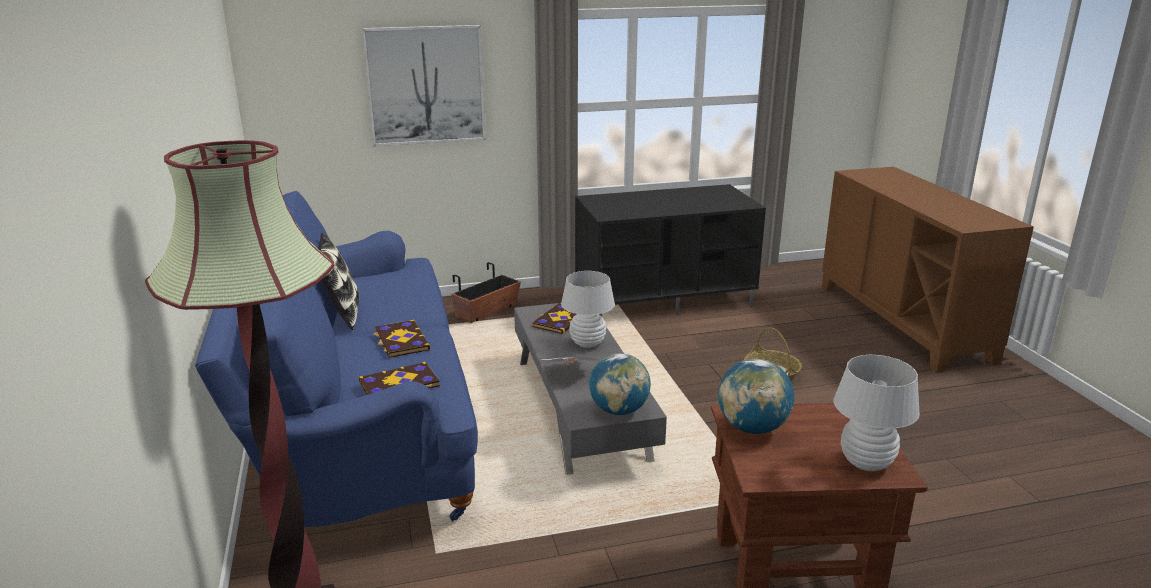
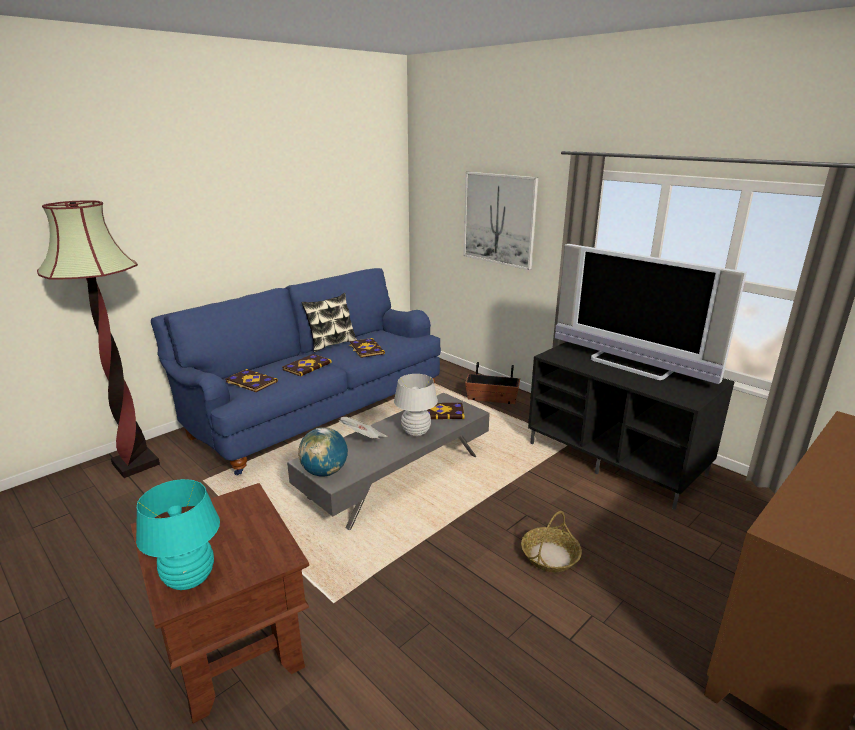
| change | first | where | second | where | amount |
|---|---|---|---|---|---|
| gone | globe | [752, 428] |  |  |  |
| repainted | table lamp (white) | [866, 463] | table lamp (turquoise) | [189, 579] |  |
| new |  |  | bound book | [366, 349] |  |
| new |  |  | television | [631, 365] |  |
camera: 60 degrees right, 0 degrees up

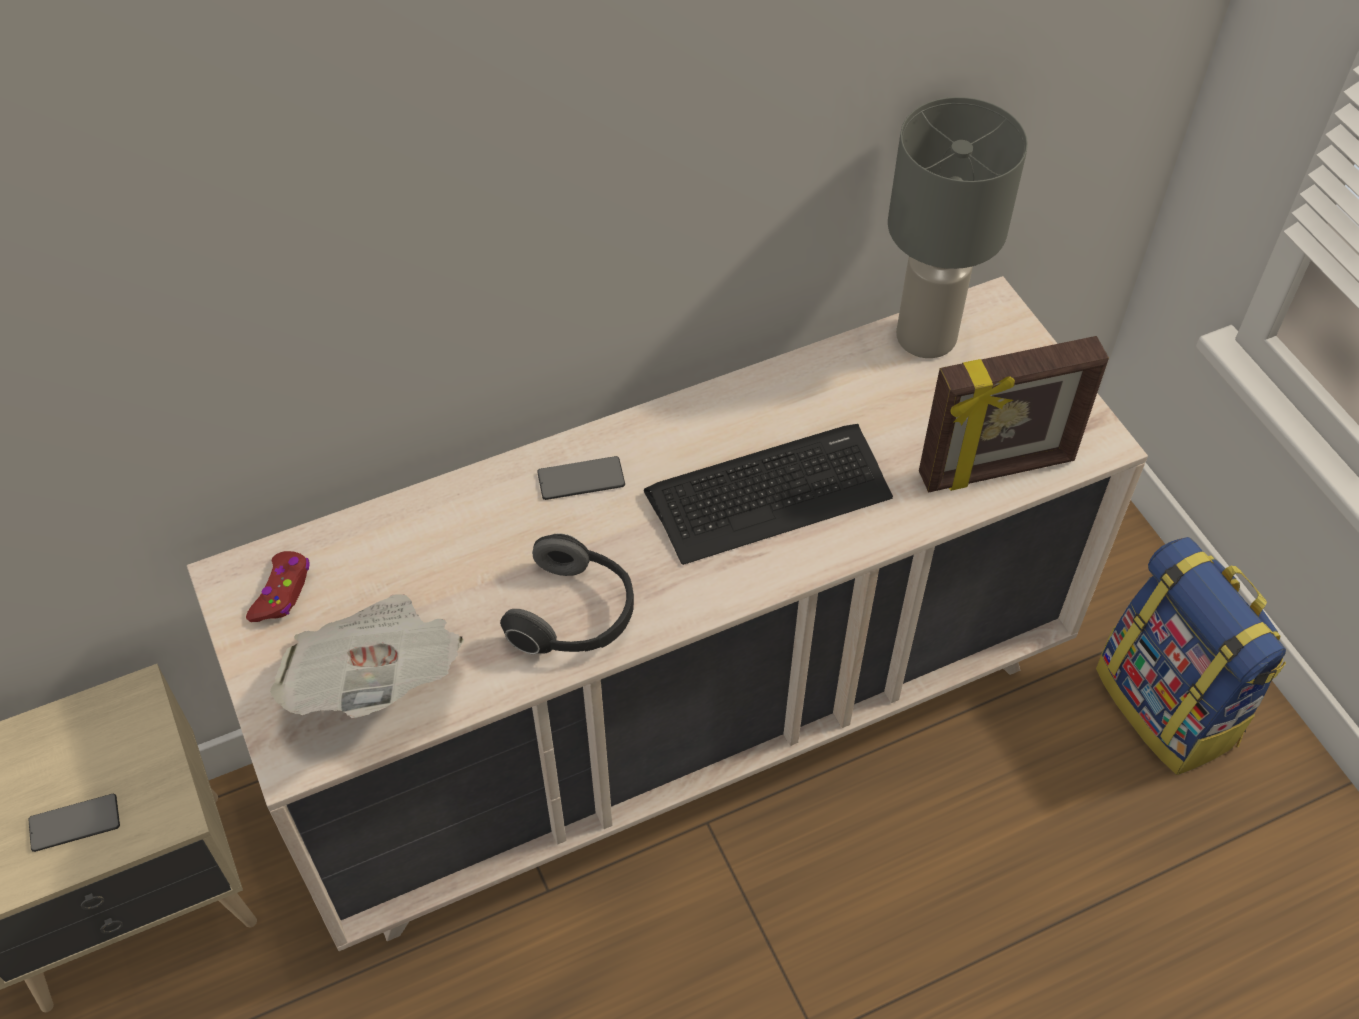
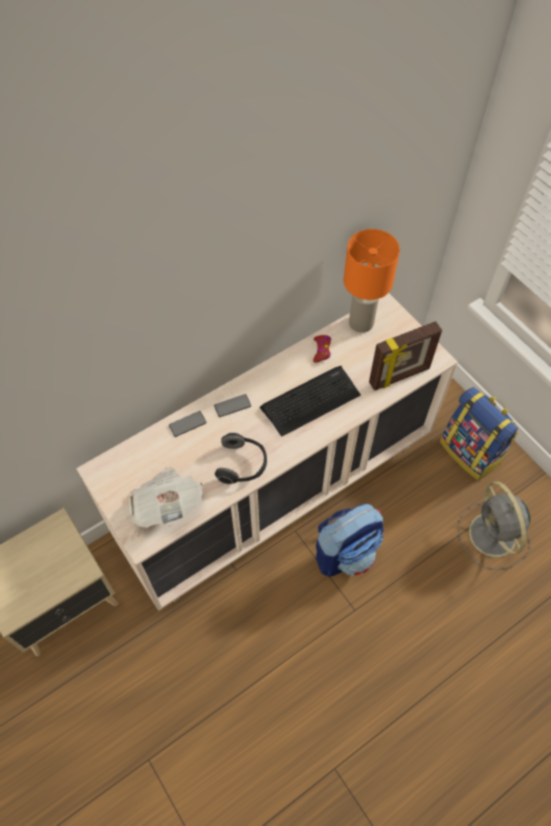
| change | first | where | second | where | amount |
|---|---|---|---|---|---|
| shifted | telephone | [75, 823] |  | [187, 424] |  |
| shifted | joypad (reddish) | [282, 592] |  | [321, 350] |  |
| repainted | table lamp (grey) | [924, 337] | table lamp (orangey) | [360, 323] |  |
| new |  |  | knapsack | [346, 552] |  |
| new |  |  | electric fan (grey) | [493, 537] |  |
camera: 10 degrees left, 5 degrees up

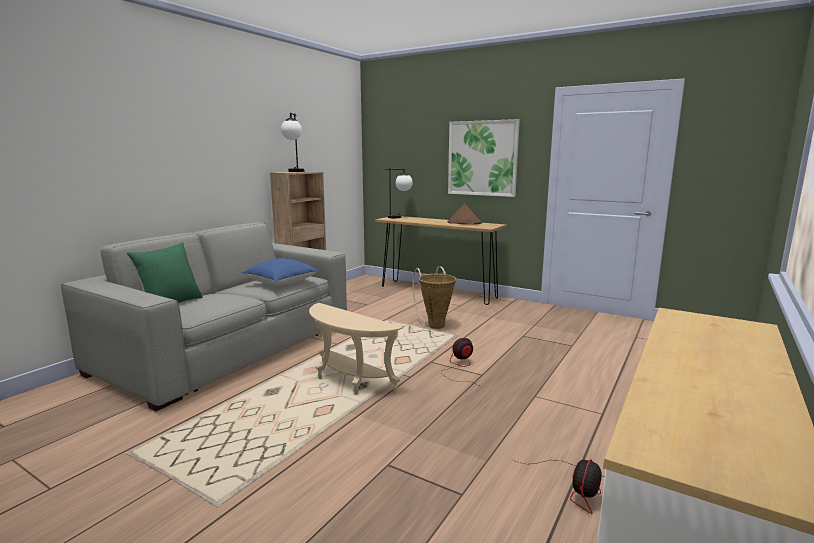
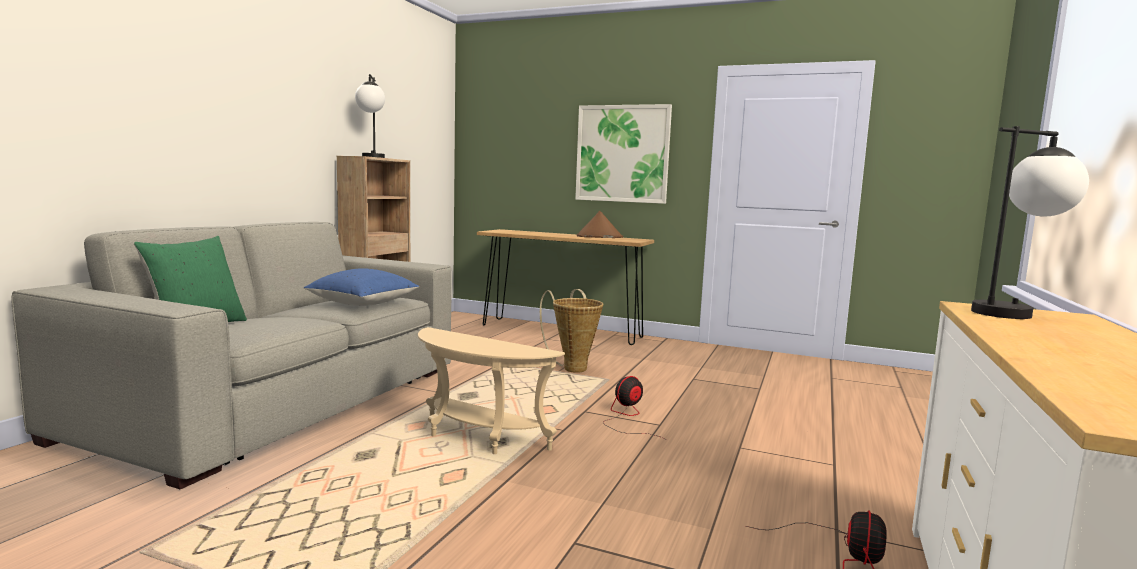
| change | first | where | second | where | amount |
|---|---|---|---|---|---|
| shifted | table lamp | [400, 217] |  | [1016, 313] |  |
camera: 10 degrees left, 5 degrees down

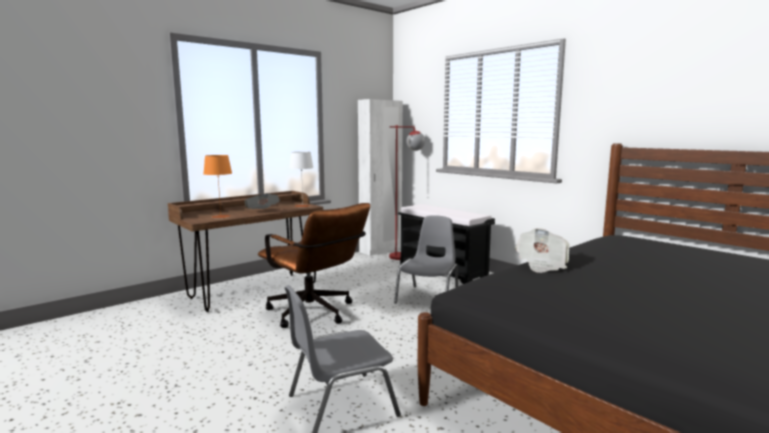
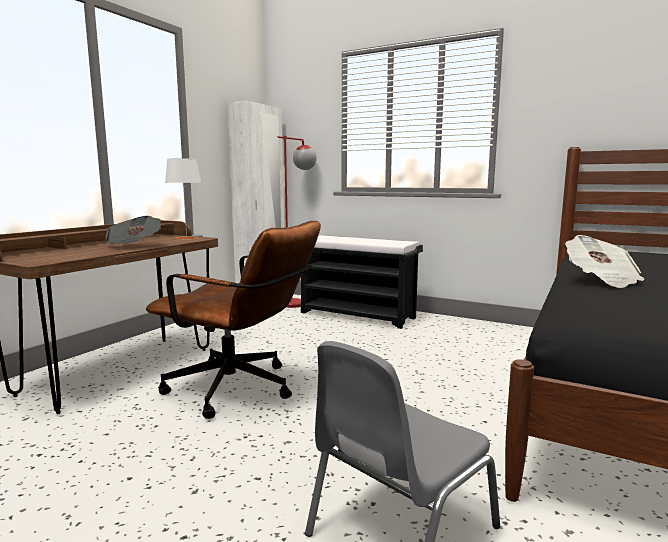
| change | first | where | second | where | amount |
|---|---|---|---|---|---|
| gone | table lamp (orangey) | [220, 216] |  |  |  |
| gone | upright chair (grey) | [428, 297] |  |  |  |
camera: 20 degrees left, 0 degrees up

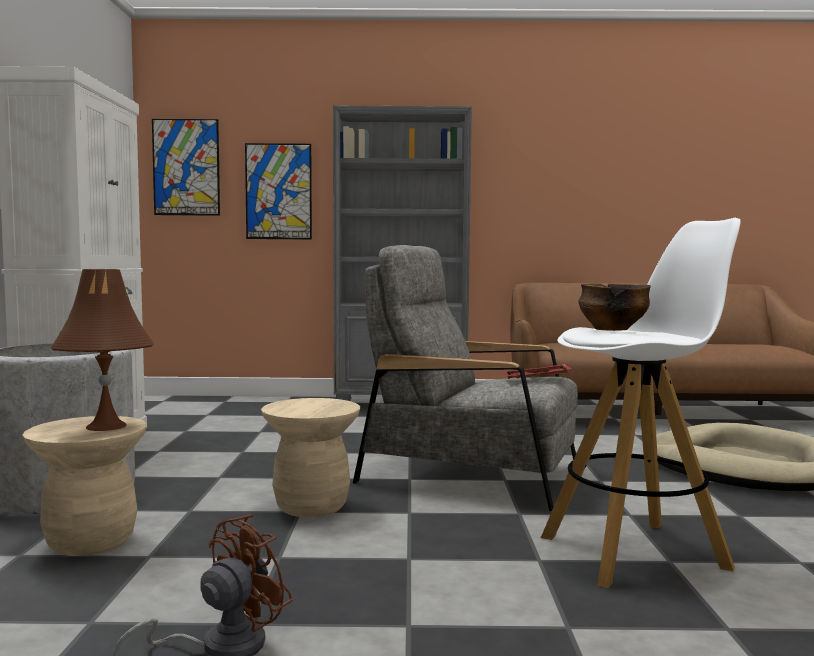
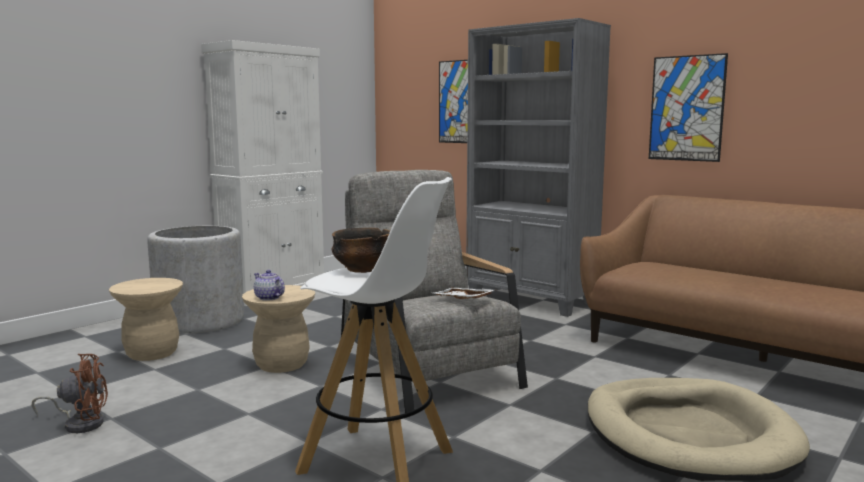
| change | first | where | second | where | amount |
|---|---|---|---|---|---|
| gone | table lamp (brown-coloured) | [106, 426] |  |  |  |
| shifted | picture | [186, 167] |  | [686, 108] |  |
| repainted | serving tray (reddish) | [536, 380] | serving tray (white) | [462, 300] |  |
| new |  |  | teapot | [269, 298] |  |
camera: 40 degrees right, 5 degrees up

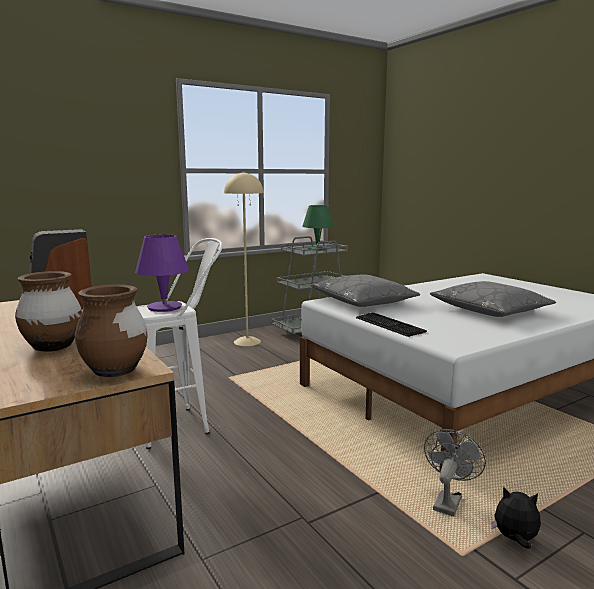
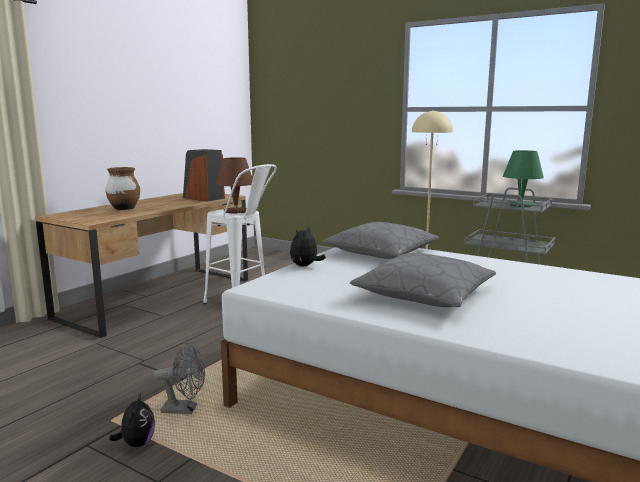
| change | first | where | second | where | amount |
|---|---|---|---|---|---|
| gone | flower vase (brown-coloured) | [115, 371] |  |  |  |
| repainted | table lamp (purple) | [164, 307] | table lamp (brown-coloured) | [236, 211] |  |
| swapped | PC keyboard | [391, 325] | cuddly toy | [305, 266] |  |
camera: 65 degrees right, 0 degrees up

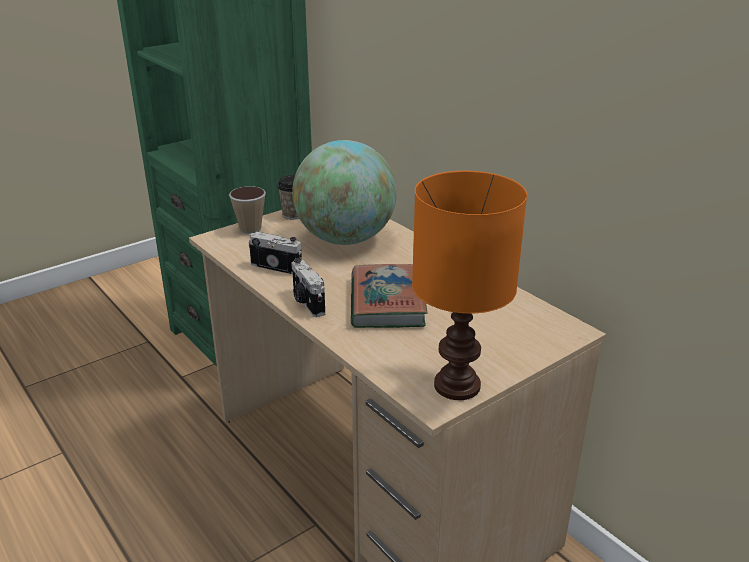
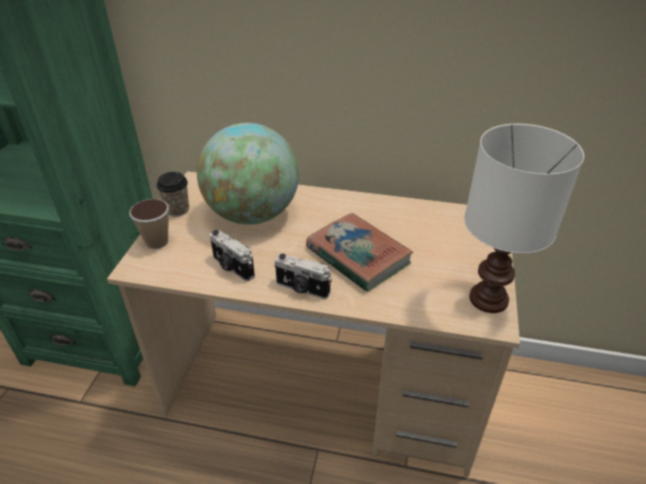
| change | first | where | second | where | amount |
|---|---|---|---|---|---|
| rotated | still camera | [277, 266] |  | [232, 267] | 120 degrees counterclockwise |
| repainted | table lamp (orangey) | [455, 384] | table lamp (white) | [486, 299] |  |
camera: 40 degrees left, 10 degrees up

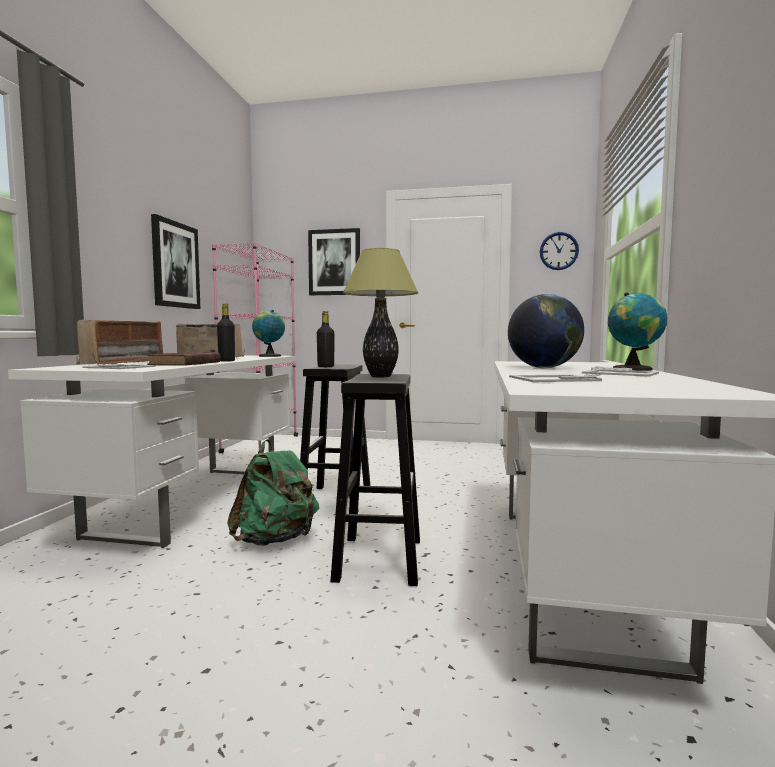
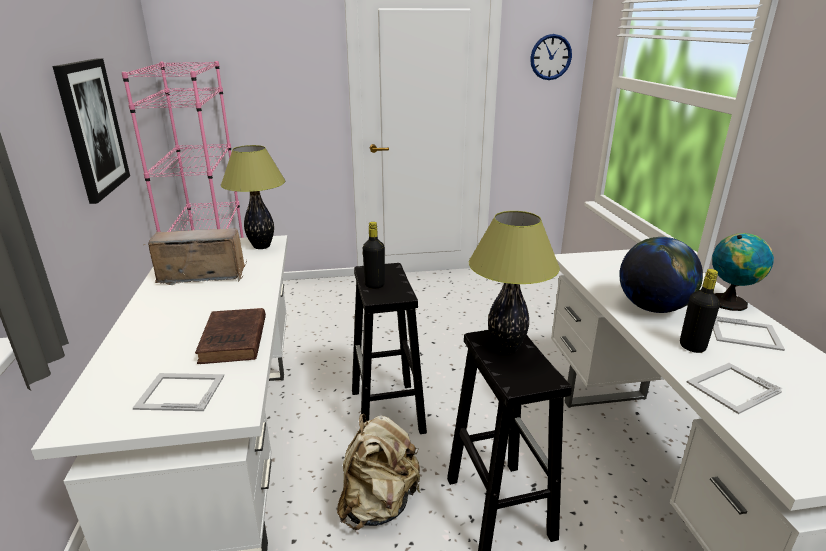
| change | first | where | second | where | amount |
|---|---|---|---|---|---|
| gone | radio set | [124, 363] |  |  |  |
| shifted | beverage bottle (black) | [226, 361] |  | [692, 347] |  |
| repainted | knapsack (green-coloured) | [275, 540] | knapsack (beige) | [378, 504] |  |
| swapped | globe | [268, 356] | table lamp | [261, 246] |  |
| gone | picture | [334, 262] |  |  |  |
camera: 20 degrees left, 20 degrees up

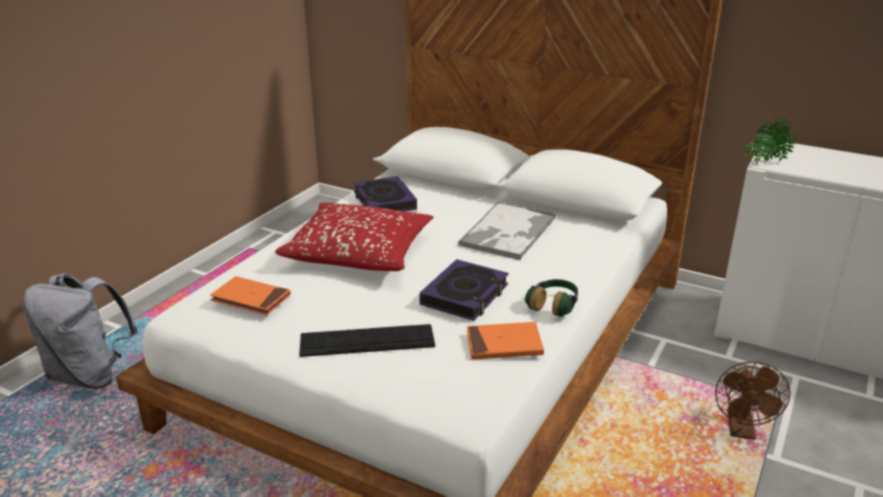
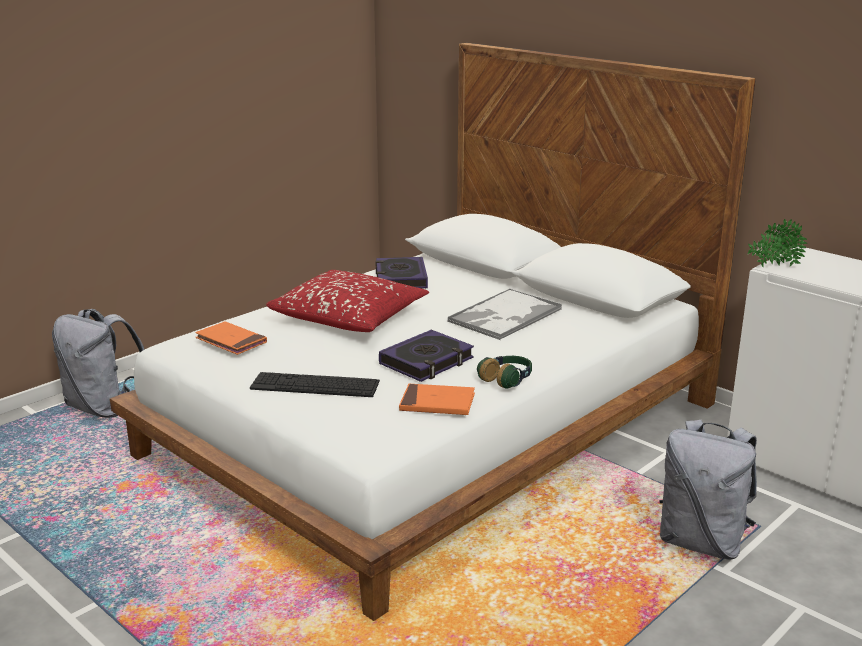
| change | first | where | second | where | amount |
|---|---|---|---|---|---|
| swapped | electric fan (brown-coloured) | [742, 431] | knapsack (grey) | [702, 542] |  |
camera: 15 degrees right, 5 degrees down

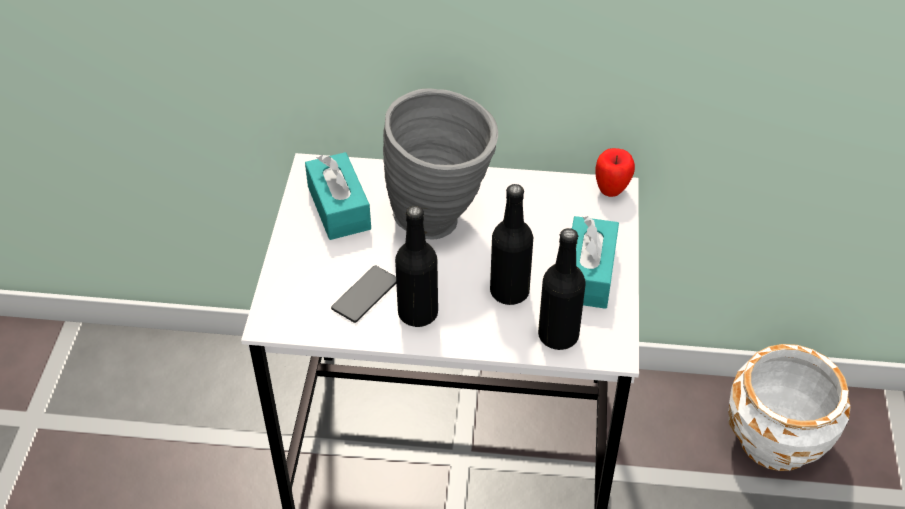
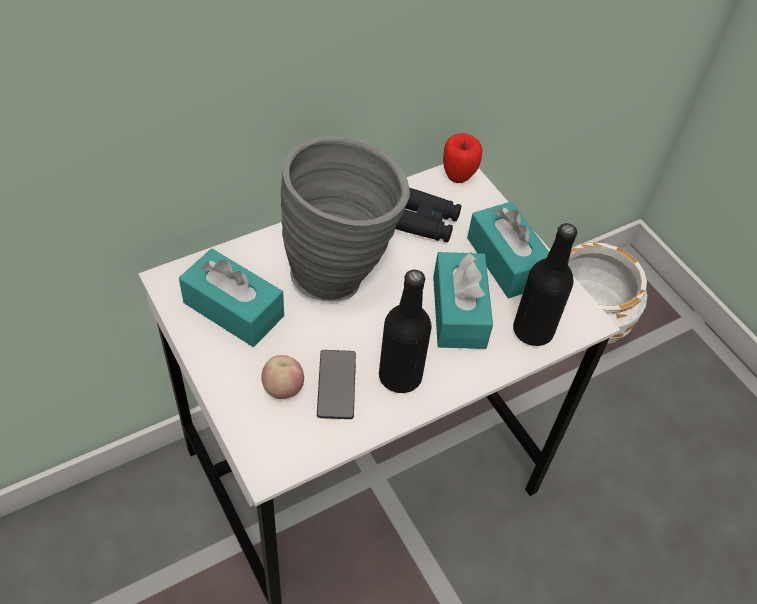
| change | first | where | second | where | amount |
|---|---|---|---|---|---|
| swapped | beverage bottle (black) | [509, 292] | tissue box (turquoise) | [459, 311] |  |
| new |  |  | apple | [283, 389] |  |
| new |  |  | binoculars (black) | [421, 221] |  |
camera: 40 degrees left, 5 degrees up

